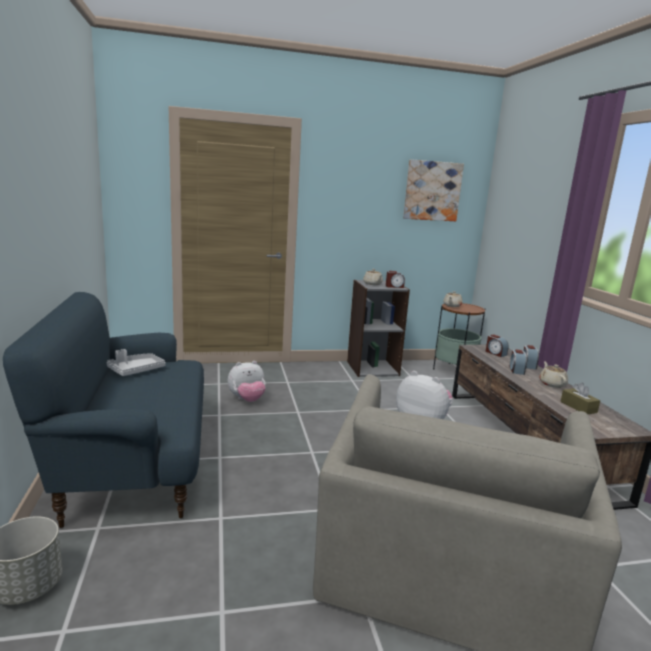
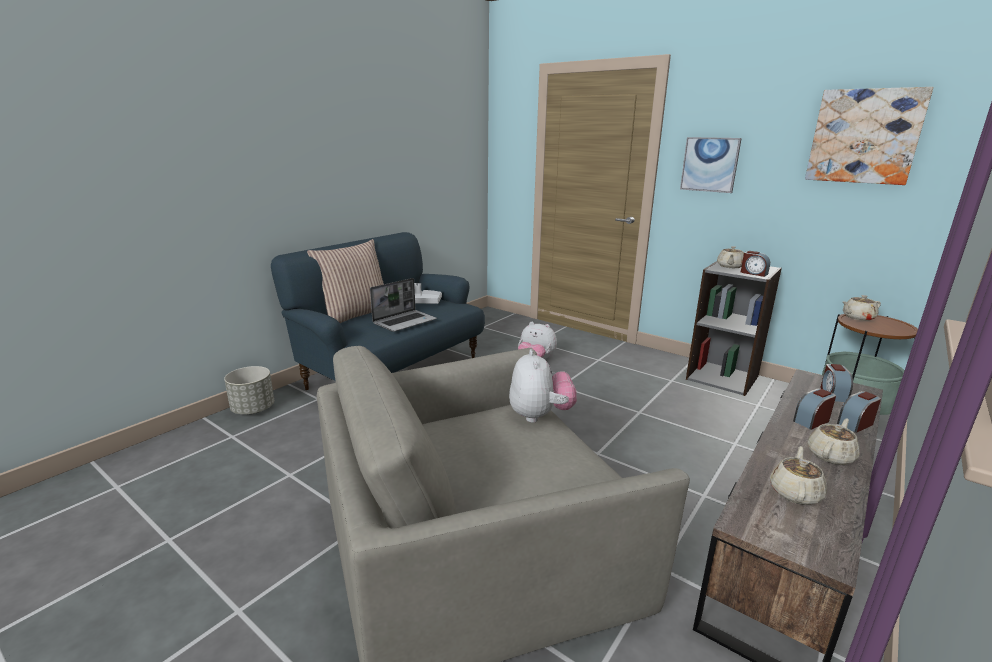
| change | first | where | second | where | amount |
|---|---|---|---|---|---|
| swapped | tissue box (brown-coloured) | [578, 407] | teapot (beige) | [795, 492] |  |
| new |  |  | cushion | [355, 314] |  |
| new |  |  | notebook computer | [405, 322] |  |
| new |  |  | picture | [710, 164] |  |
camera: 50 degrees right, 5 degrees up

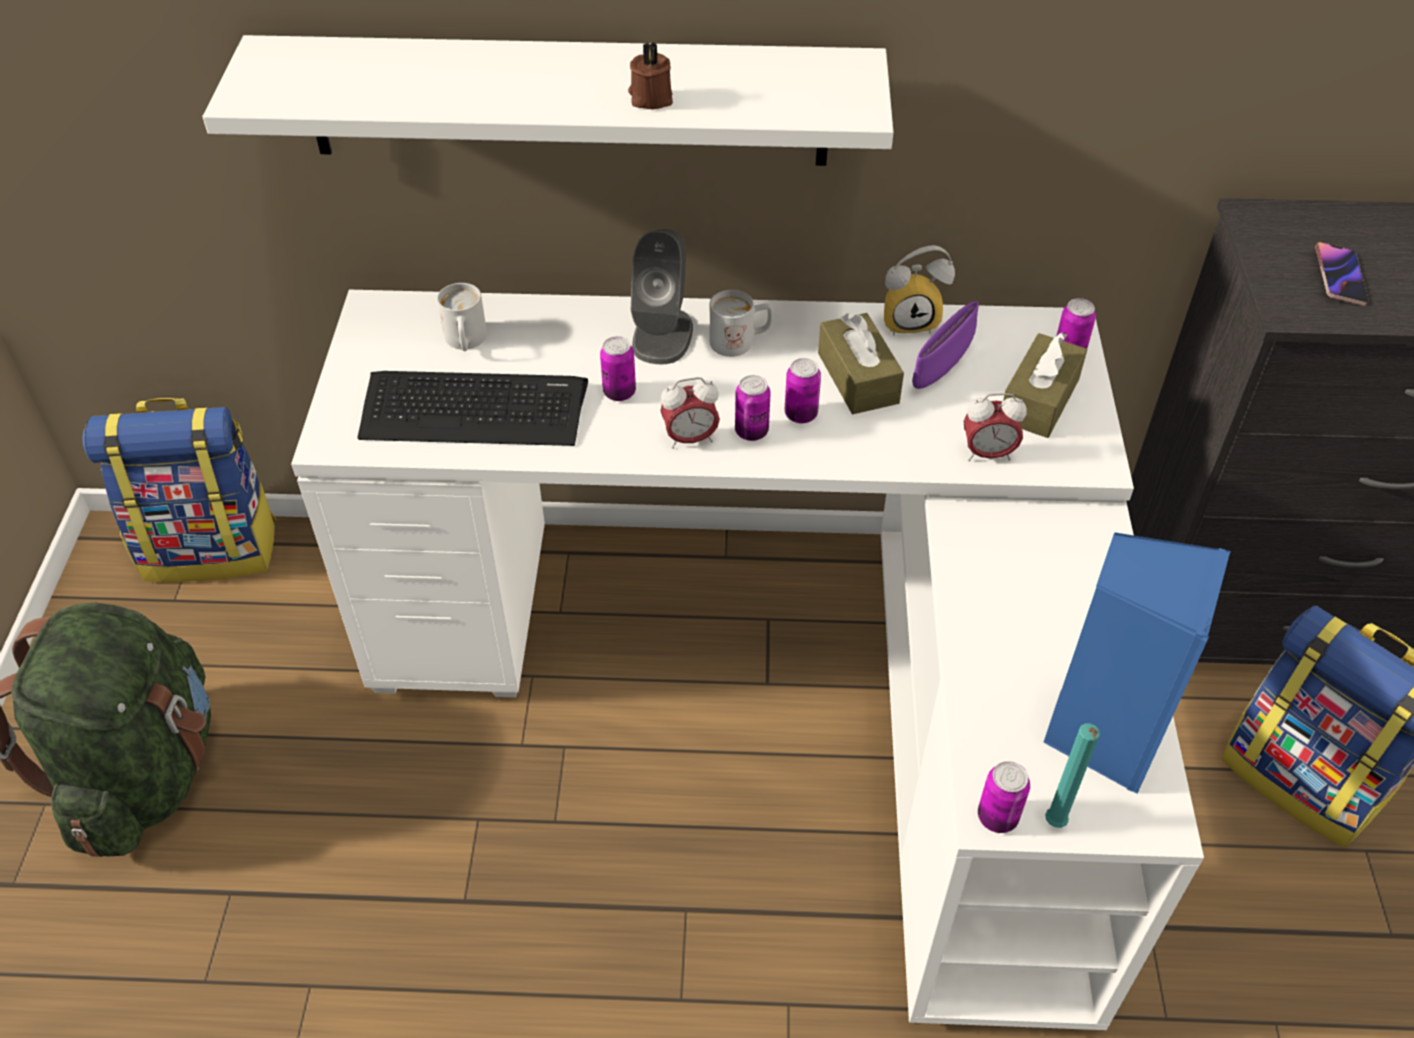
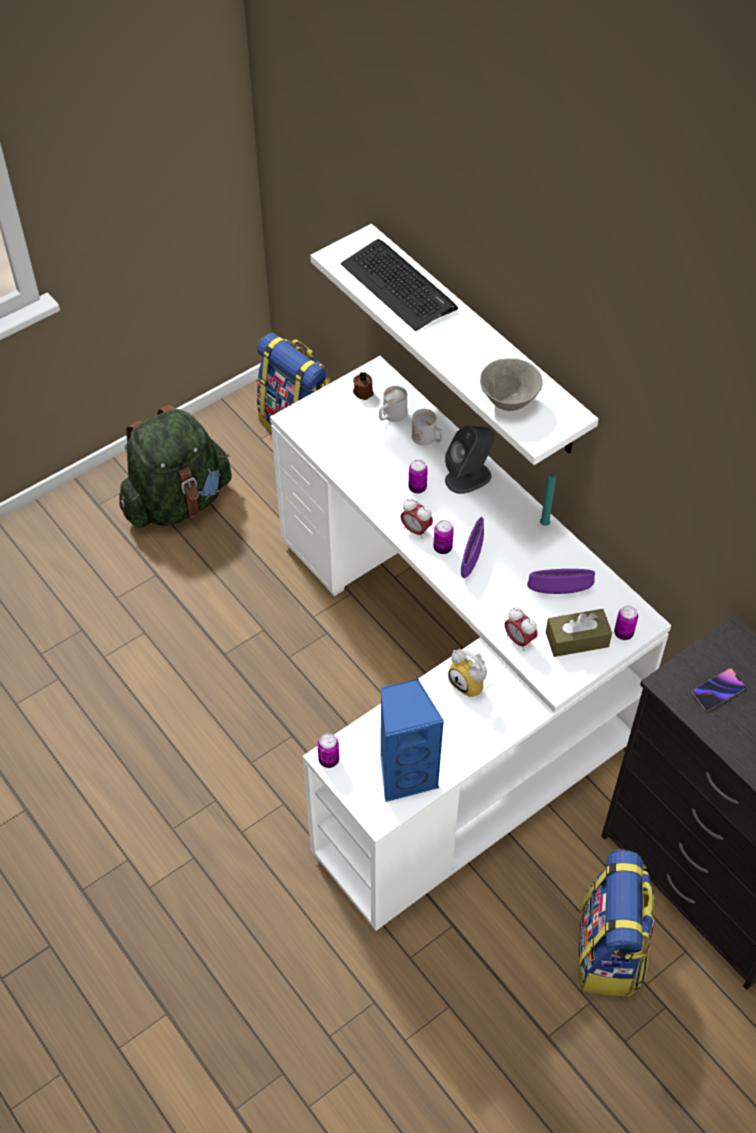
| change | first | where | second | where | amount |
|---|---|---|---|---|---|
| shifted | PC keyboard | [473, 410] |  | [398, 286] |  |
| shifted | candle (brown-coloured) | [650, 98] |  | [363, 391] |  |
| shifted | mug (white) | [741, 341] |  | [428, 439] |  |
| swapped | sealed can | [800, 414] | bowl (purple) | [471, 558] |  |
| gone | tissue box (brown-coloured) | [858, 378] |  |  |  |
| shifted | alarm clock | [911, 320] |  | [470, 683] |  |
| shifted | candle (turquoise) | [1054, 826] |  | [543, 525] |  |
| new |  |  | bowl (grey) | [508, 402] |  |
camera: 50 degrees right, 5 degrees up

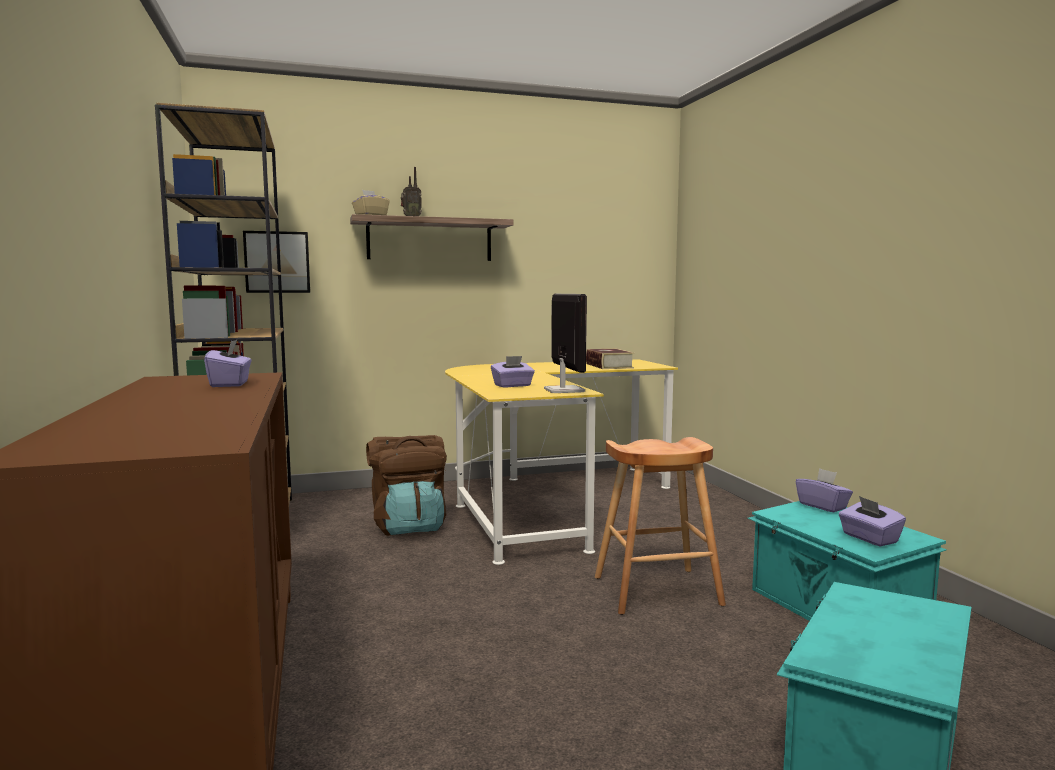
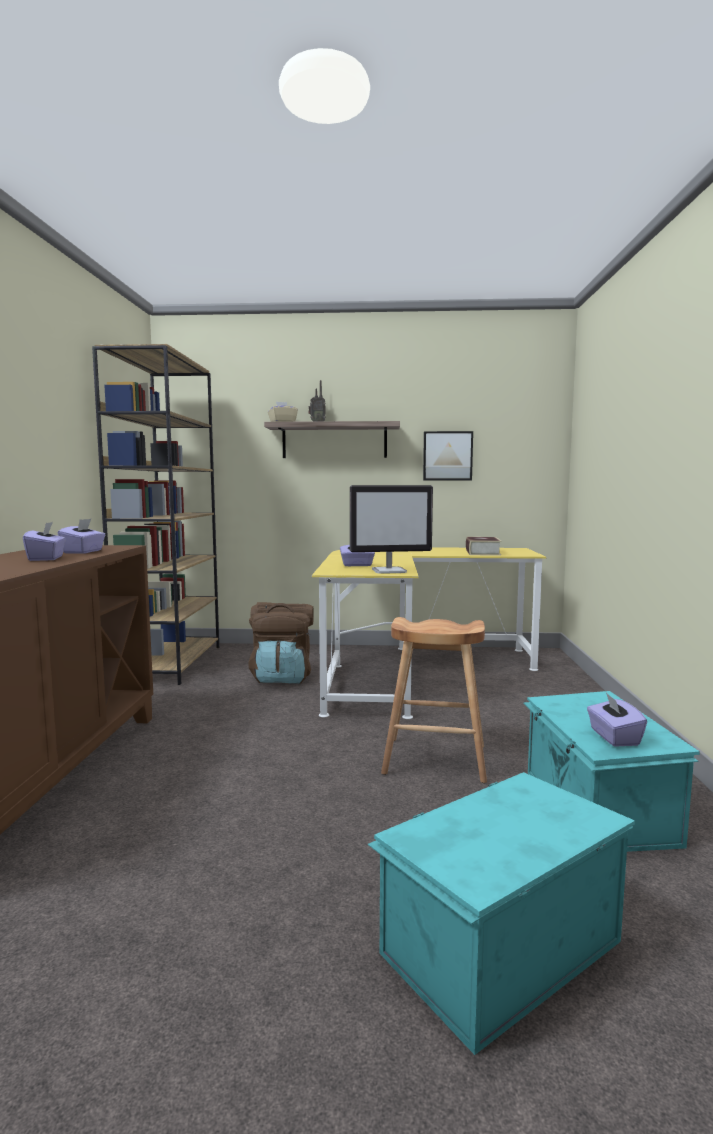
| change | first | where | second | where | amount |
|---|---|---|---|---|---|
| shifted | picture | [277, 262] |  | [447, 456] |  |
| rotated | monitor | [563, 390] |  | [389, 571] | 75 degrees clockwise |
| shifted | tissue box (purple) | [822, 506] |  | [46, 558] |  |
camera: 20 degrees right, 0 degrees up

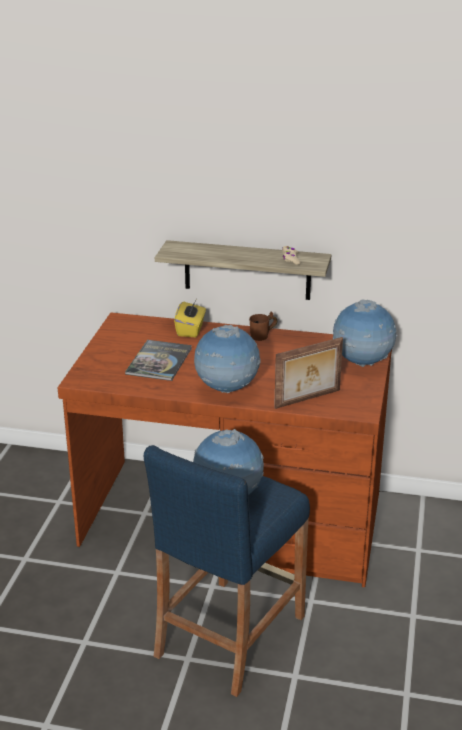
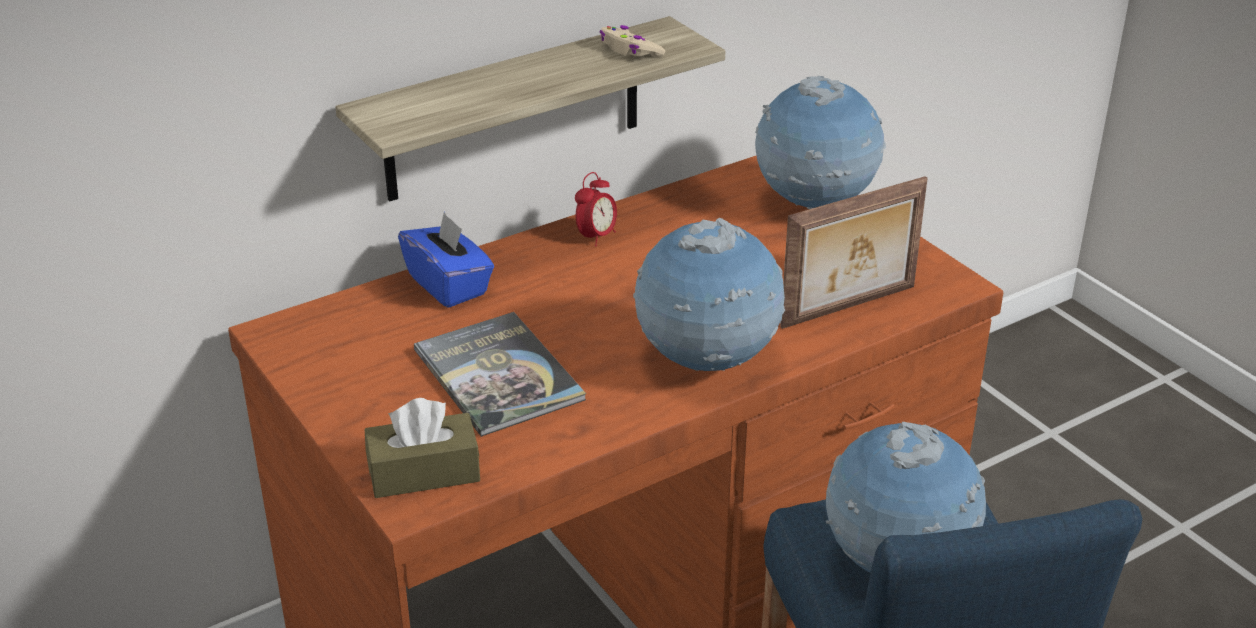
| change | first | where | second | where | amount |
|---|---|---|---|---|---|
| repainted | tissue box (yellowish) | [190, 330] | tissue box (blue-coloured) | [449, 285] |  |
| swapped | mug (brown-coloured) | [263, 337] | alarm clock | [596, 237] |  |
| rotated | standing frame | [308, 399] |  | [850, 308] | 45 degrees clockwise |
| new |  |  | tissue box (brown-coloured) | [424, 472] |  |
camera: 45 degrees left, 5 degrees up

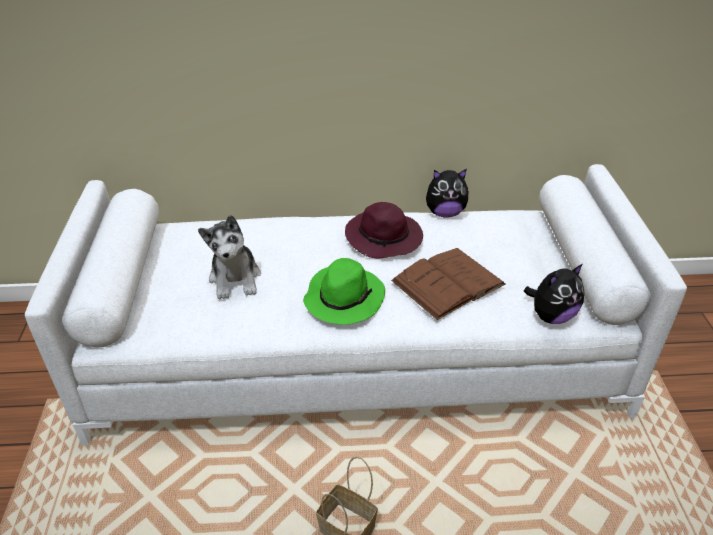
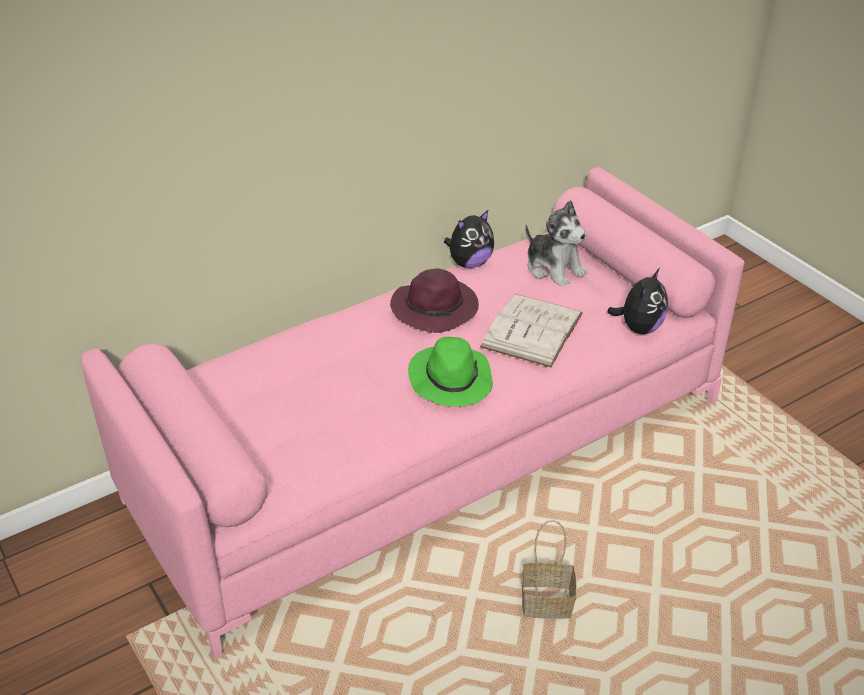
| change | first | where | second | where | amount |
|---|---|---|---|---|---|
| repainted | couch (white) | [357, 355] | couch (pink) | [432, 449] |  |
| shifted | cuddly toy | [235, 278] |  | [554, 268] |  |
| repainted | bound book (brown-coloured) | [448, 282] | bound book (white) | [532, 330] |  |
camera: 30 degrees left, 0 degrees up

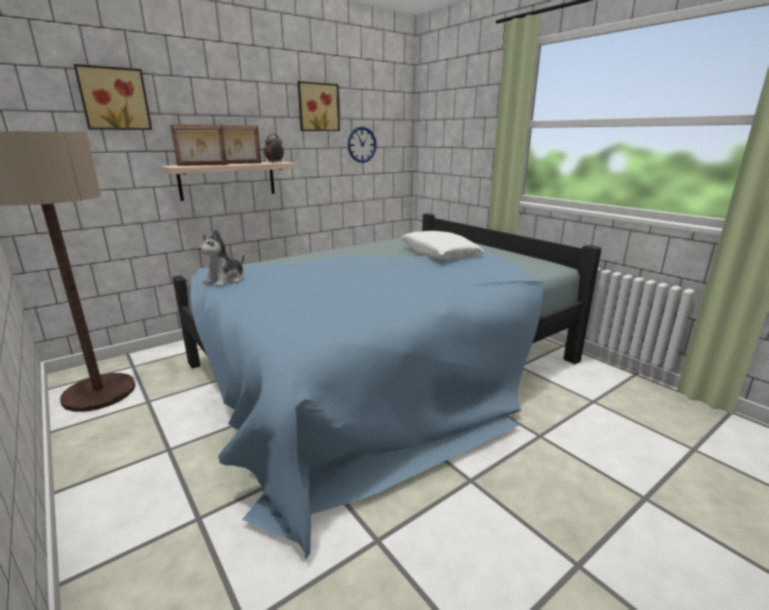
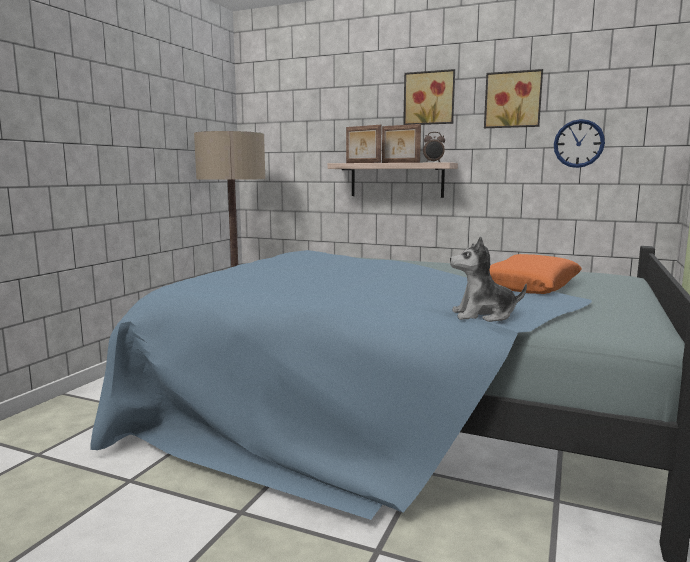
| change | first | where | second | where | amount |
|---|---|---|---|---|---|
| shifted | picture | [114, 99] |  | [429, 98] |  |
| shifted | cuddly toy | [226, 280] |  | [483, 315] |  |
| repainted | cushion (white) | [439, 254] | cushion (orangey) | [528, 287] |  |
camera: 60 degrees right, 10 degrees down

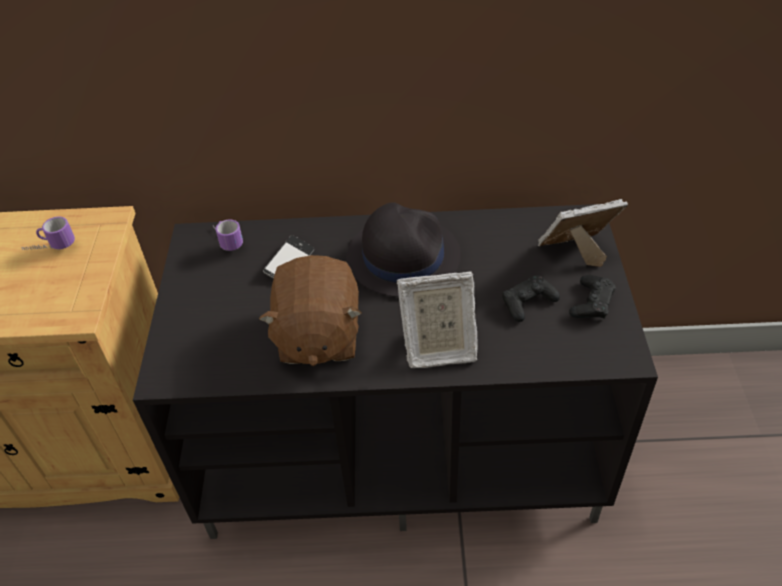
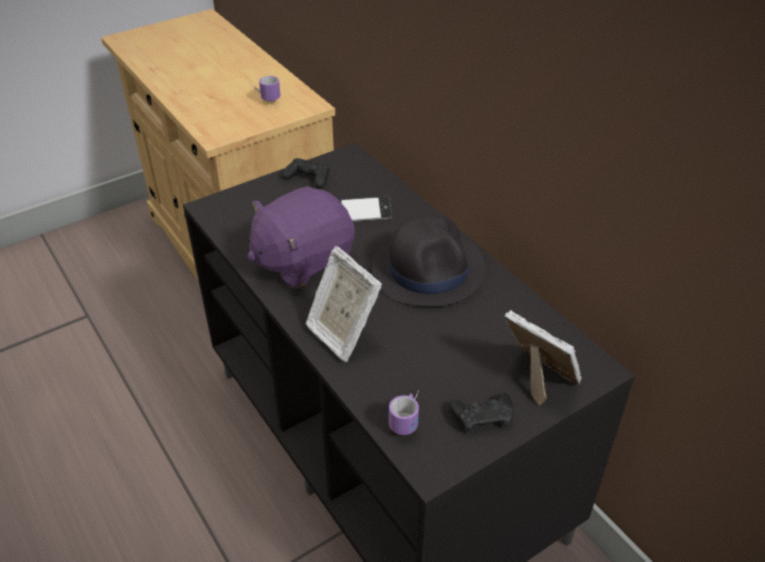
| change | first | where | second | where | amount |
|---|---|---|---|---|---|
| shifted | mug | [226, 241] |  | [409, 416] |  |
| repainted | cuddly toy (brown-coloured) | [317, 336] | cuddly toy (purple) | [302, 261] |  |
| shifted | joypad (black) | [528, 302] |  | [308, 178] |  |
camera: 55 degrees right, 5 degrees down

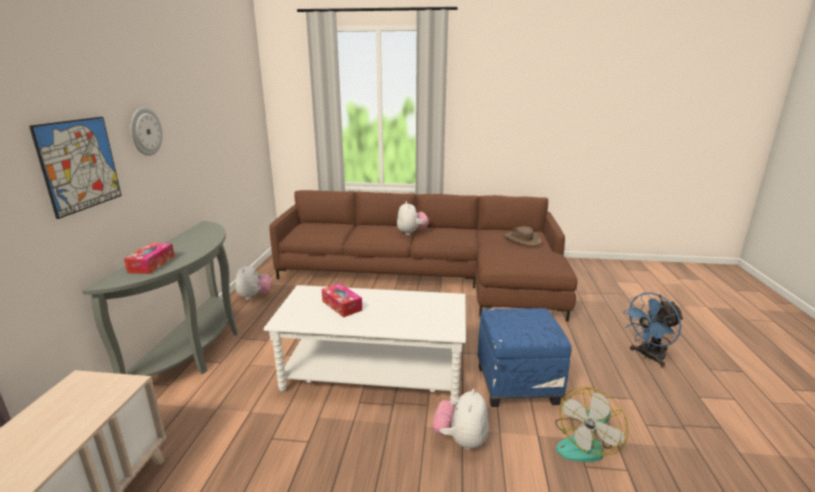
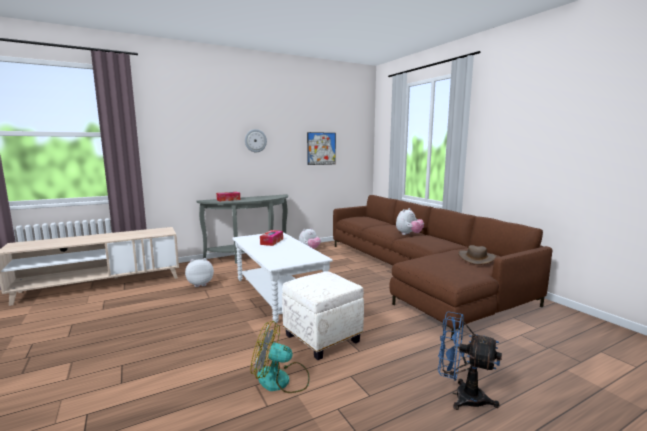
| change | first | where | second | where | amount |
|---|---|---|---|---|---|
| shifted | picture | [79, 165] |  | [321, 148] |  |
| shifted | cuddly toy | [461, 440] |  | [200, 284] |  |
| repainted | footrest (blue-coloured) | [517, 384] | footrest (white) | [323, 338] |  |
camera: 55 degrees right, 10 degrees down

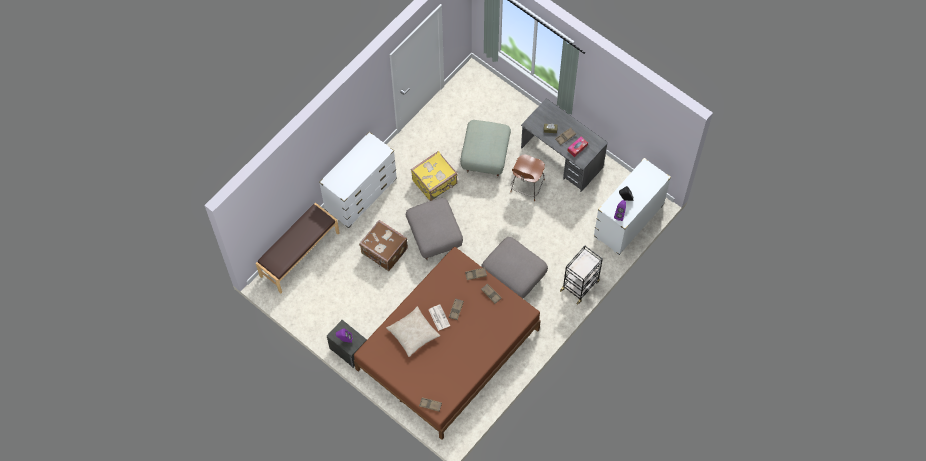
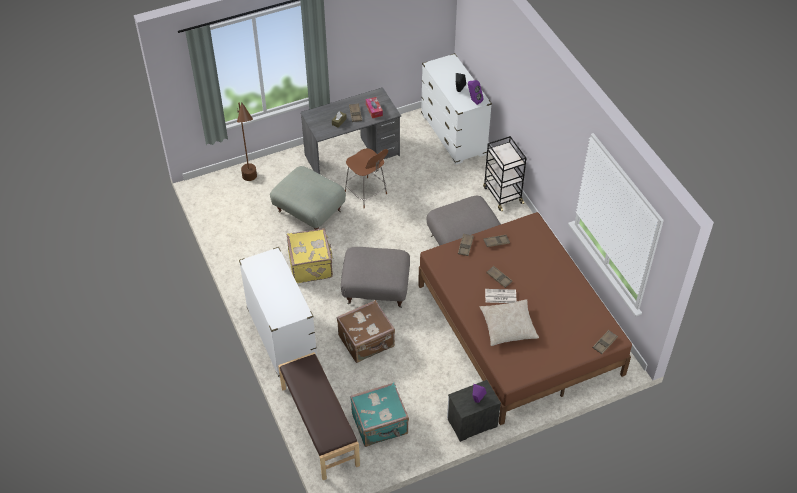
| change | first | where | second | where | amount |
|---|---|---|---|---|---|
| new |  |  | standing lamp (brown-coloured) | [252, 184] |  |
| new |  |  | suitcase (turquoise) | [380, 425] |  |
camera: 65 degrees left, 15 degrees down

